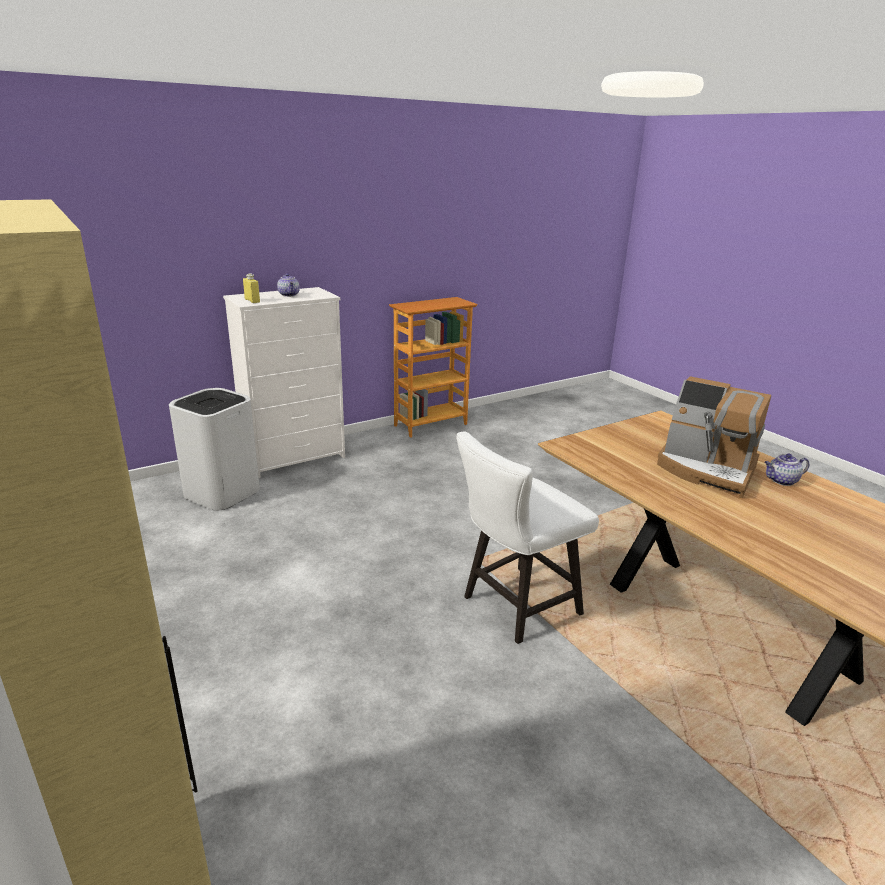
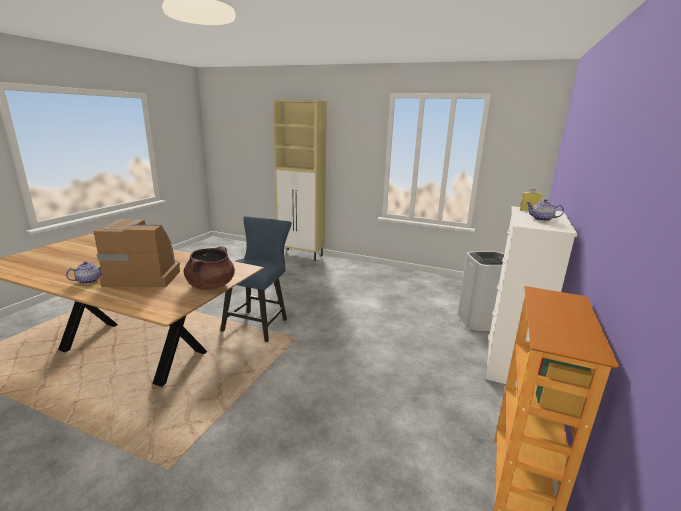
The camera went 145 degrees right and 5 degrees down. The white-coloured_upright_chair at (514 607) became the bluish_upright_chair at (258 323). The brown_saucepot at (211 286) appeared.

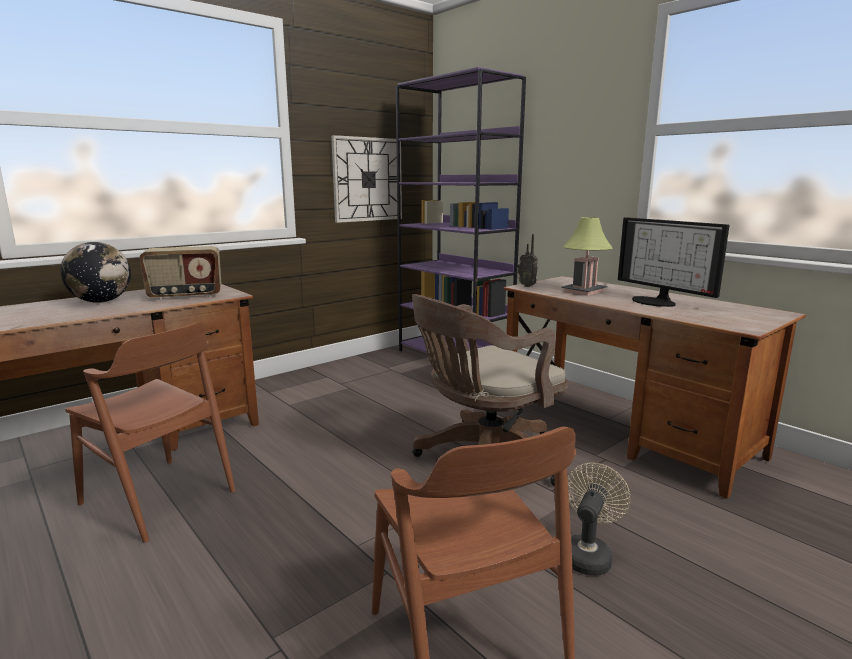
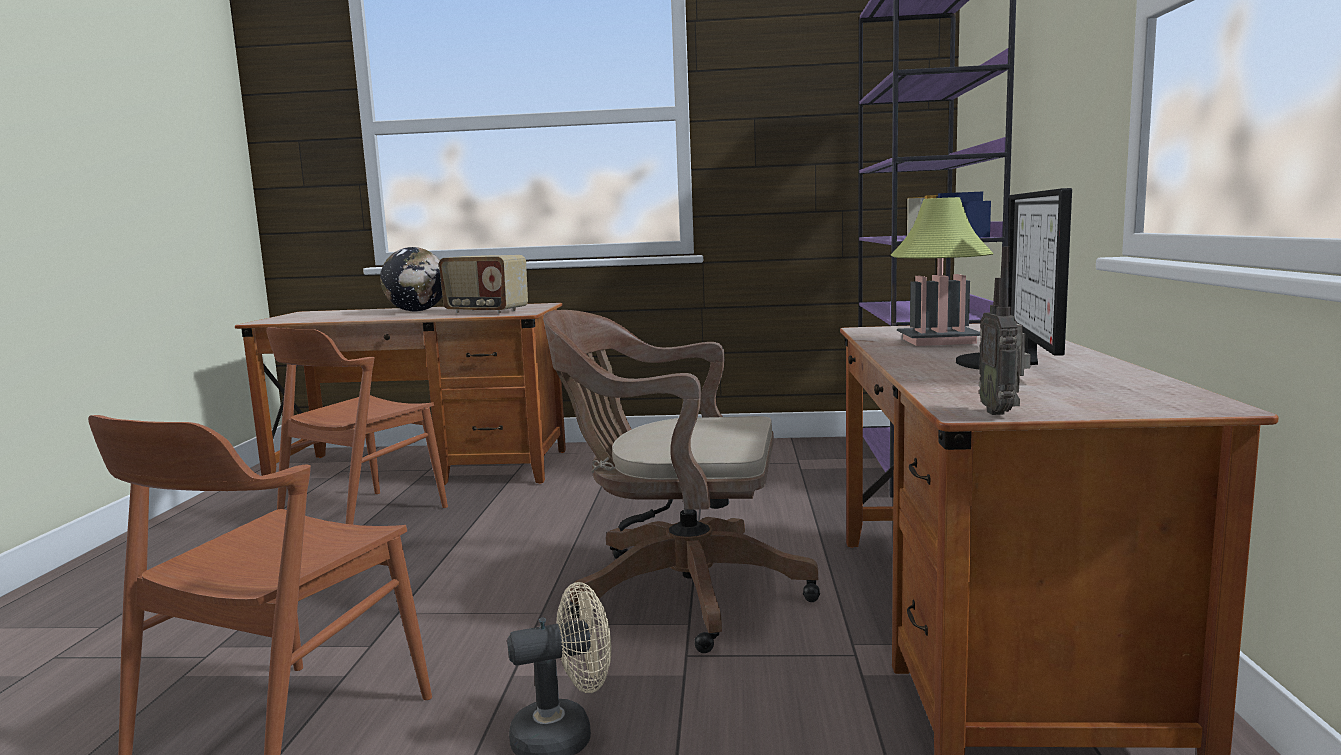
The camera went 45 degrees right and 5 degrees down. The brown_upright_chair at (158 497) turned 45 degrees clockwise. The wall_clock at (367 179) disappeared. The radio_receiver moved from (527 286) to (1002 412).

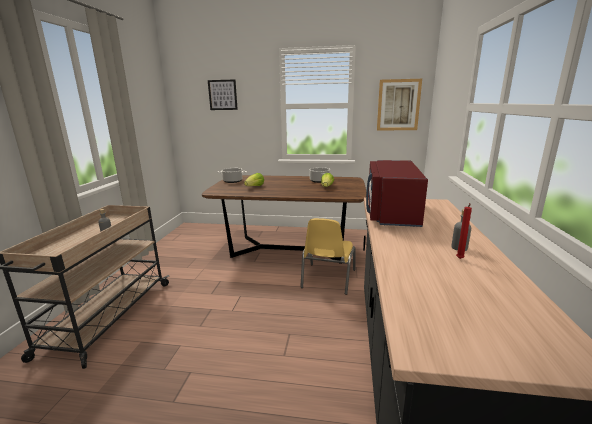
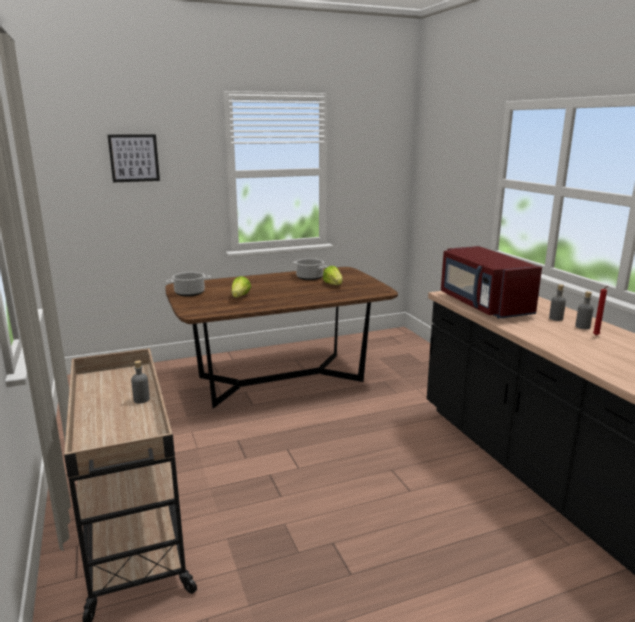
The camera went 30 degrees left and 0 degrees up. The yellowish_upright_chair at (327 279) disappeared. The wall_picture at (398 105) disappeared. The gray_bottle at (556 318) appeared.

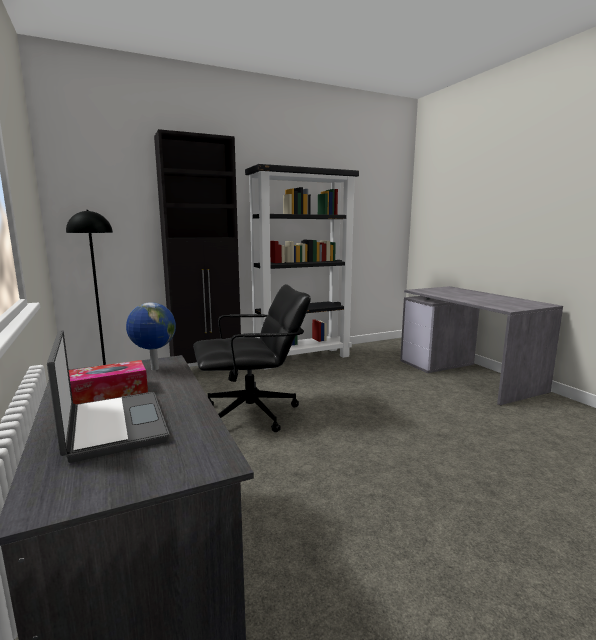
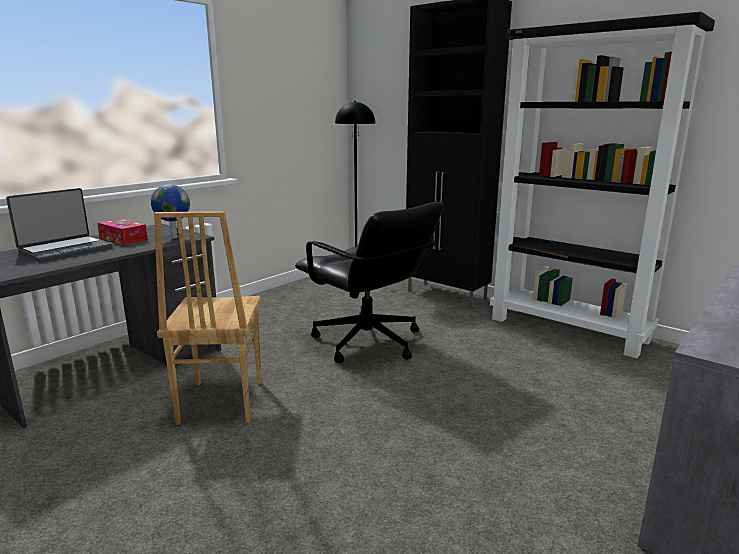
The camera went 65 degrees right and 5 degrees up. The brown_upright_chair at (219 402) appeared.

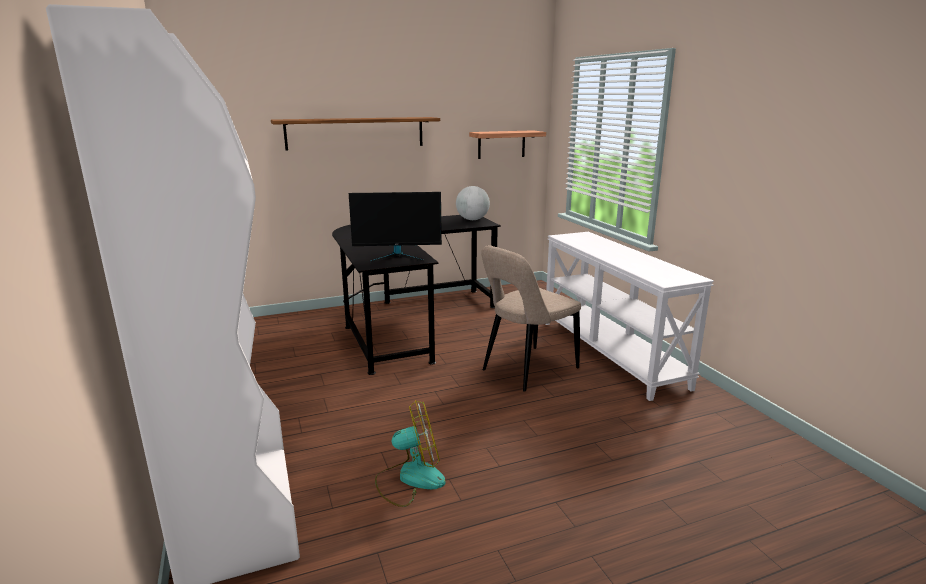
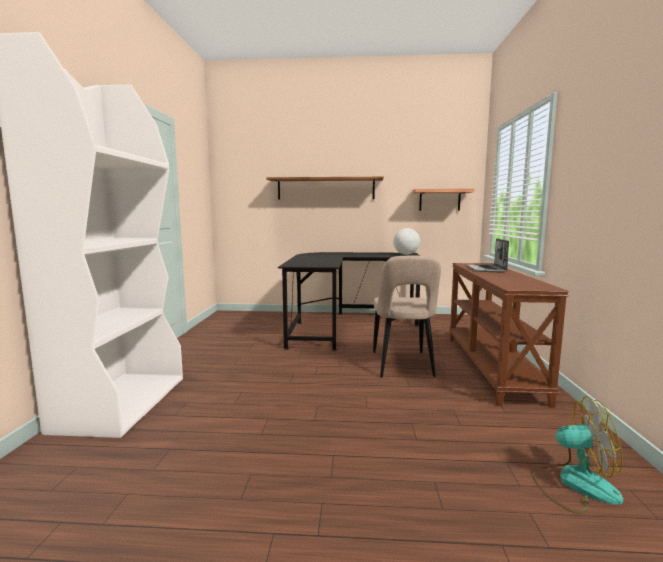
The camera went 25 degrees right and 10 degrees down. The monitor at (397 257) disappeared. The fan moved from (410 479) to (574 484). The beige_upright_chair at (526 370) turned 75 degrees counterclockwise. The white-coloured_hall_table at (611 353) became the brown_hall_table at (492 367). The laptop at (486 269) appeared.

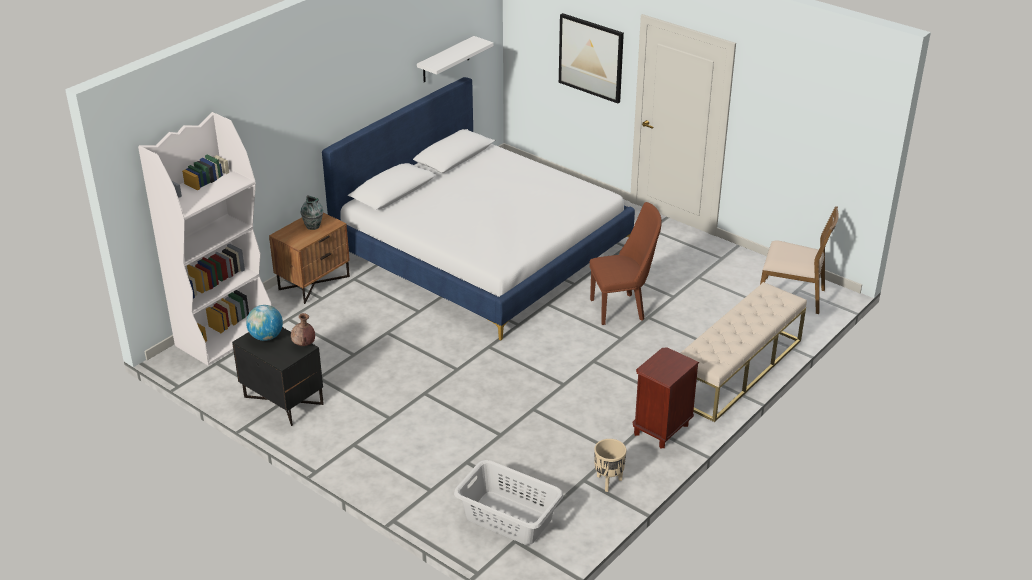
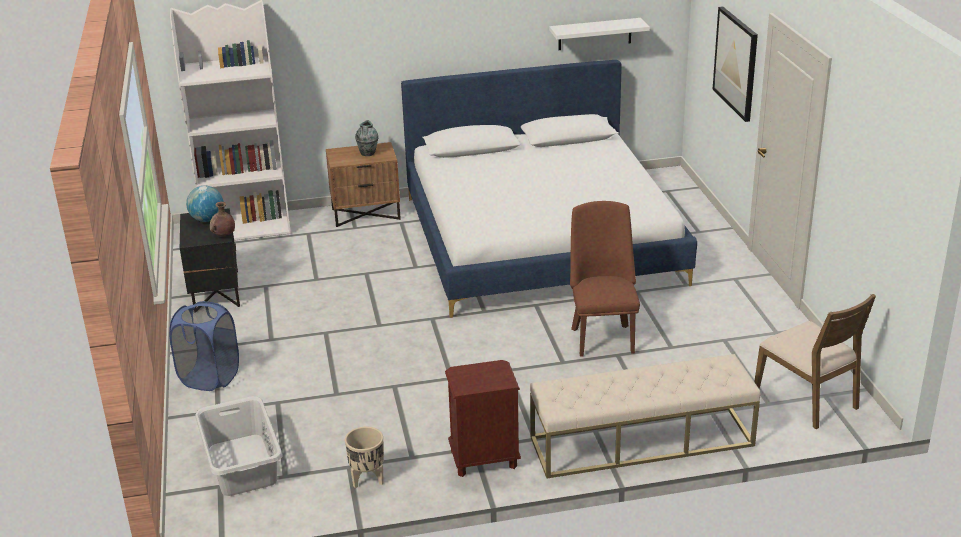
The camera went 40 degrees right and 5 degrees down. The brown_upright_chair at (622 308) turned 120 degrees counterclockwise. The bluish_washing_basket at (209 378) appeared.

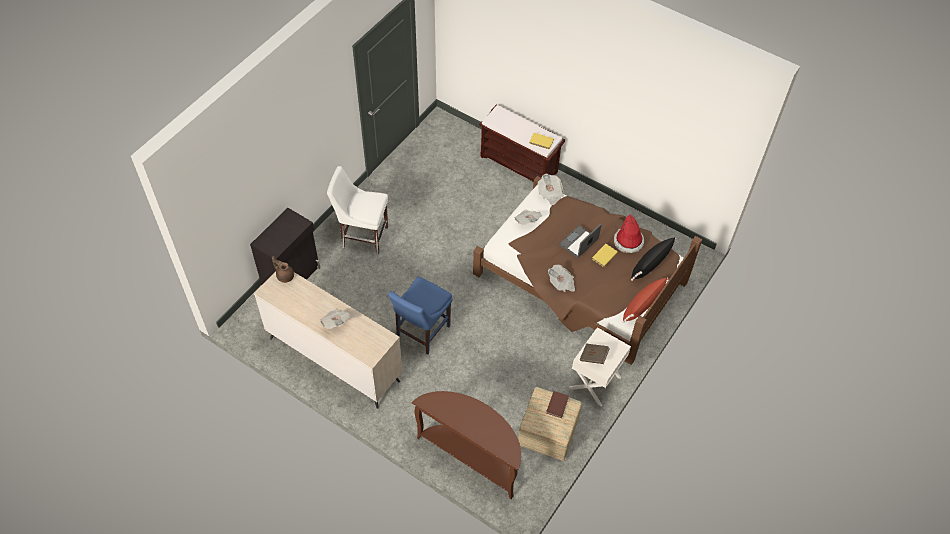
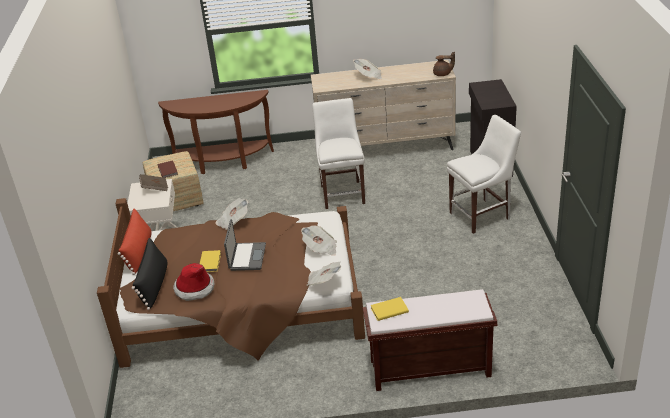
The camera went 145 degrees right and 20 degrees down. The bluish_upright_chair at (421 333) became the white-coloured_upright_chair at (342 193).

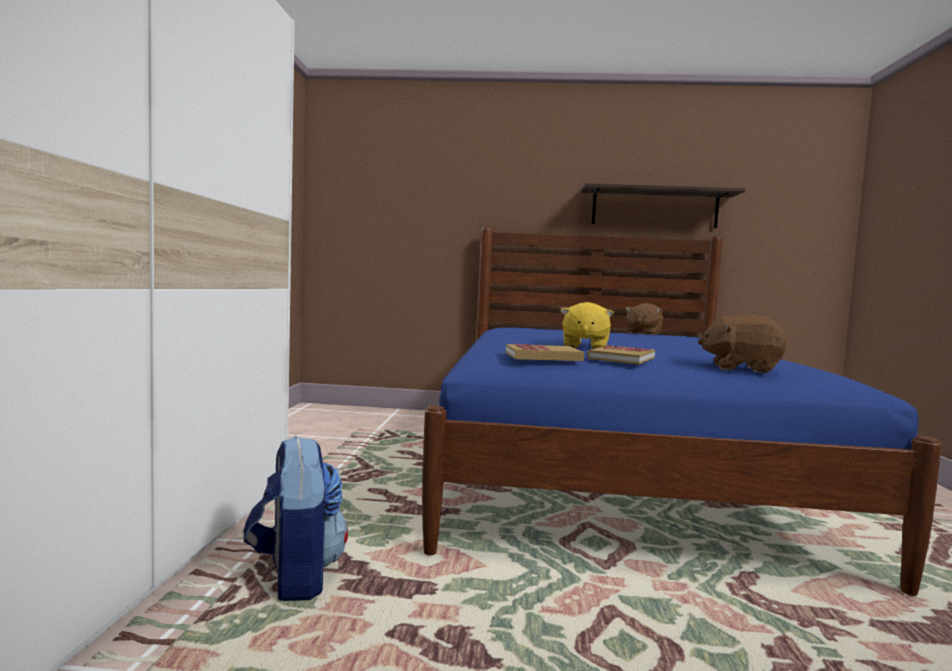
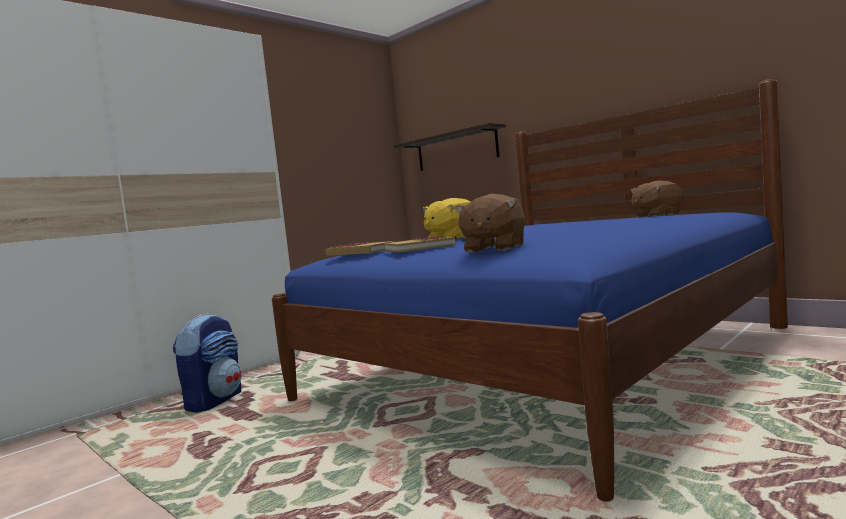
The camera went 40 degrees right and 0 degrees up. The shelf moved from (654 208) to (456 150). The brown_cuddly_toy at (741 369) turned 120 degrees counterclockwise.

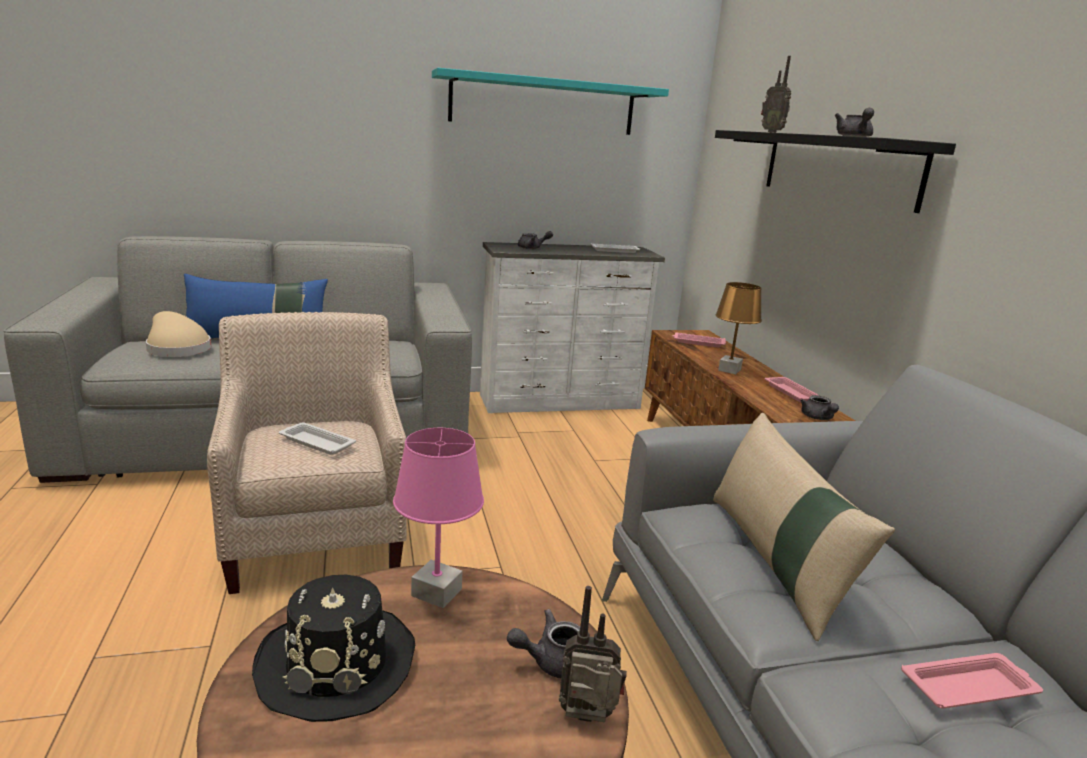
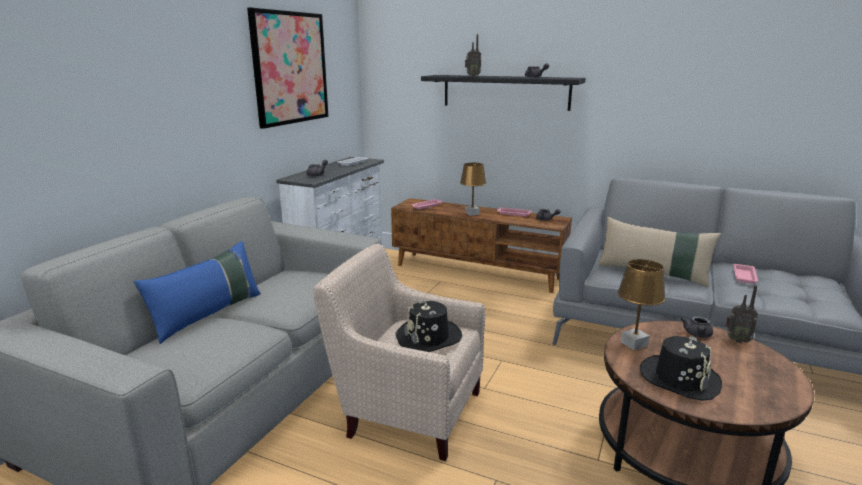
The camera went 50 degrees left and 0 degrees up. The beige_wearable_hat at (176 349) disappeared. The white-coloured_carrying_tray at (316 443) was replaced by the blackish_wearable_hat at (429 337). The pink_lamp_for_a_table at (437 592) became the brown_lamp_for_a_table at (634 343). The turquoise_shelf at (543 104) was replaced by the wall_picture at (290 68). The radio_receiver at (588 723) turned 105 degrees counterclockwise.

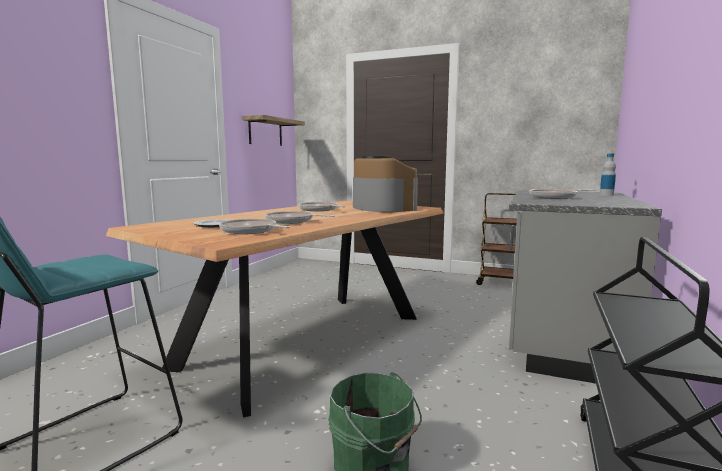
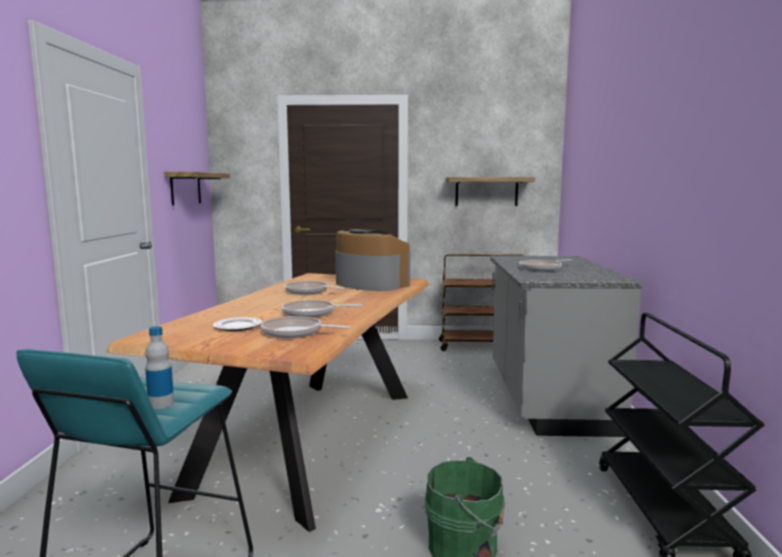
The camera went 20 degrees left and 0 degrees up. The bottle moved from (606 195) to (161 404). The shelf at (486 191) appeared.

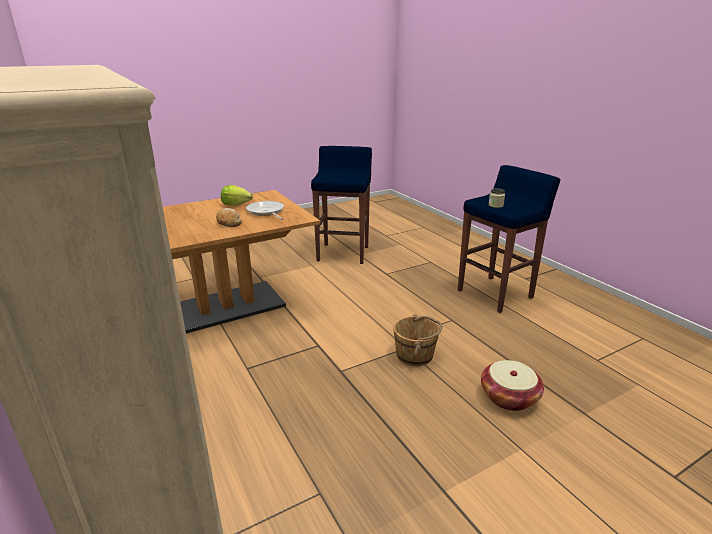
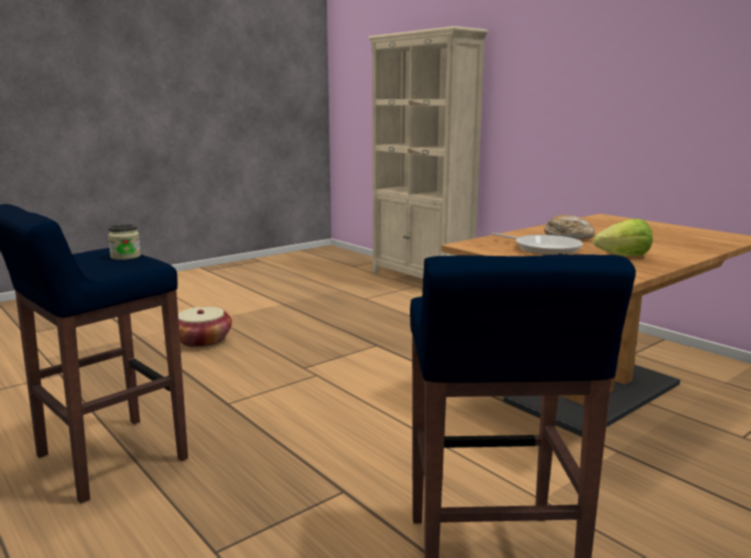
The camera went 170 degrees right and 10 degrees down. The brown_water_bucket at (415 355) disappeared.

